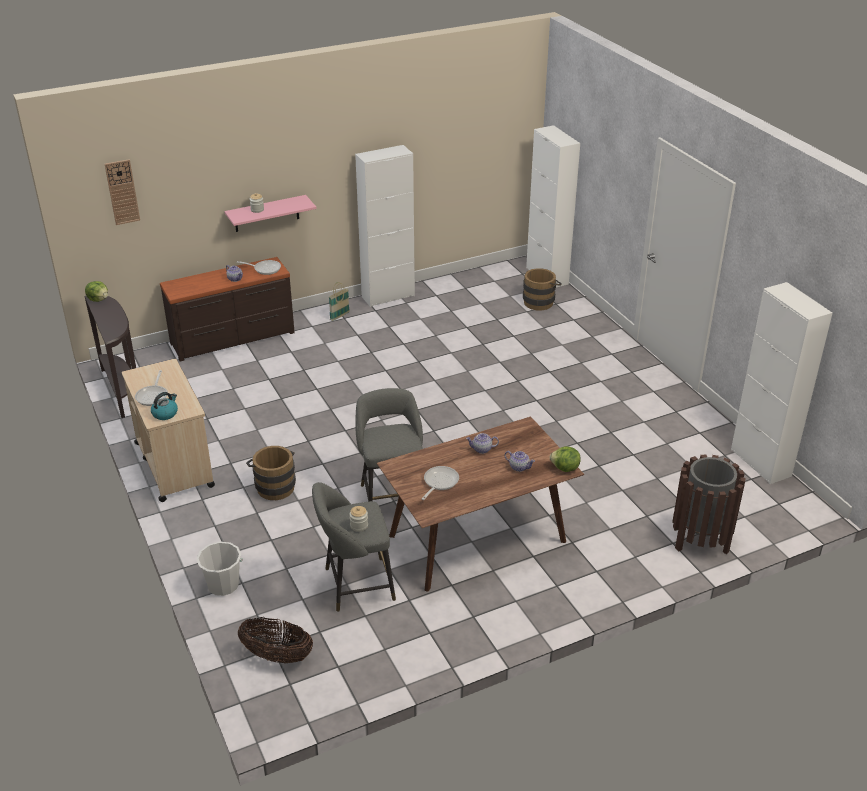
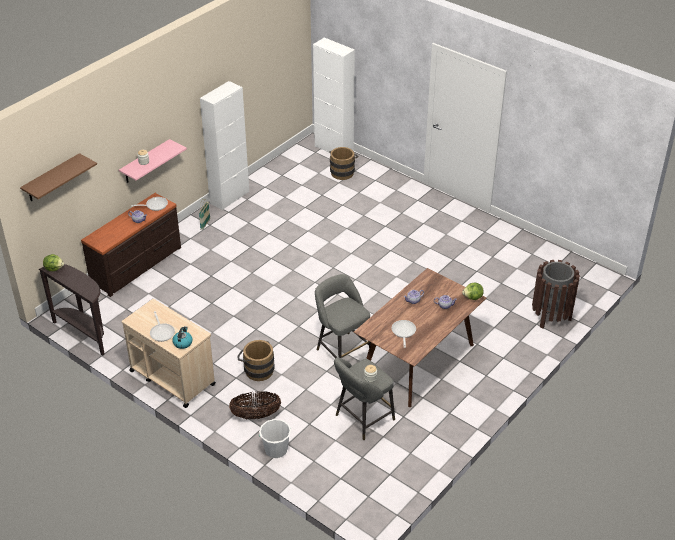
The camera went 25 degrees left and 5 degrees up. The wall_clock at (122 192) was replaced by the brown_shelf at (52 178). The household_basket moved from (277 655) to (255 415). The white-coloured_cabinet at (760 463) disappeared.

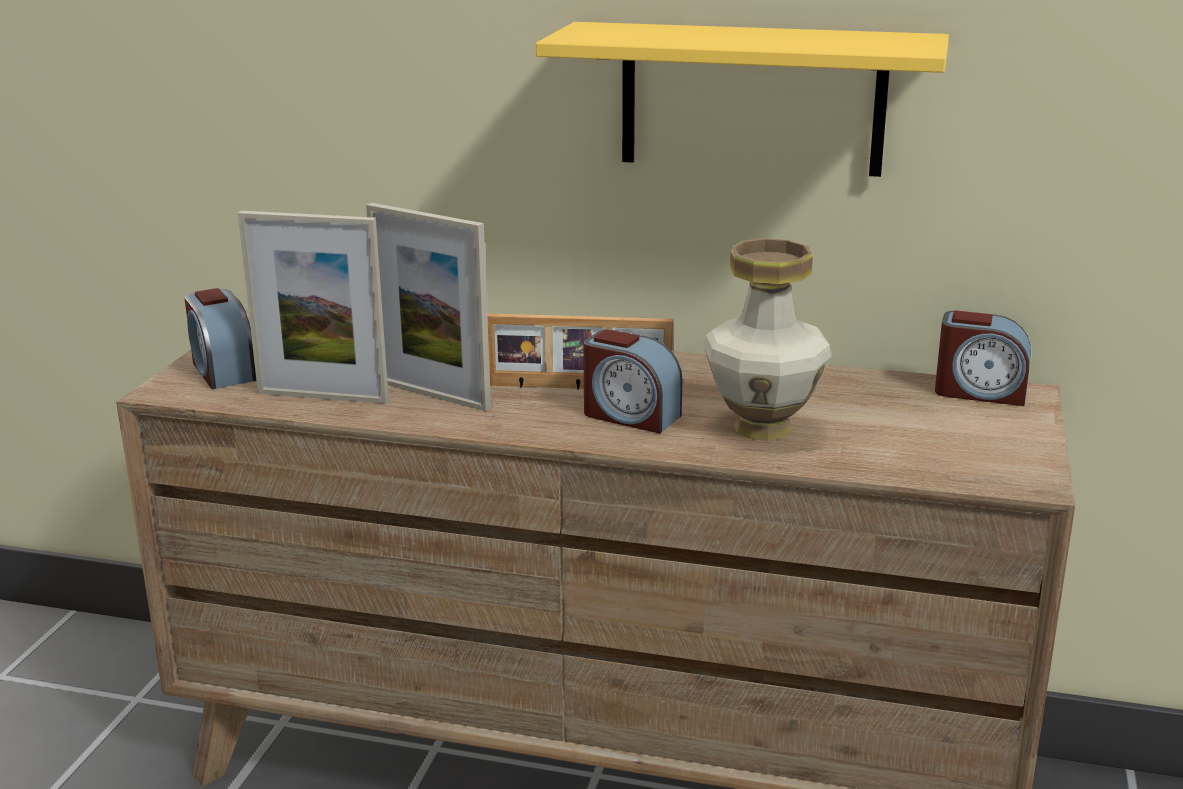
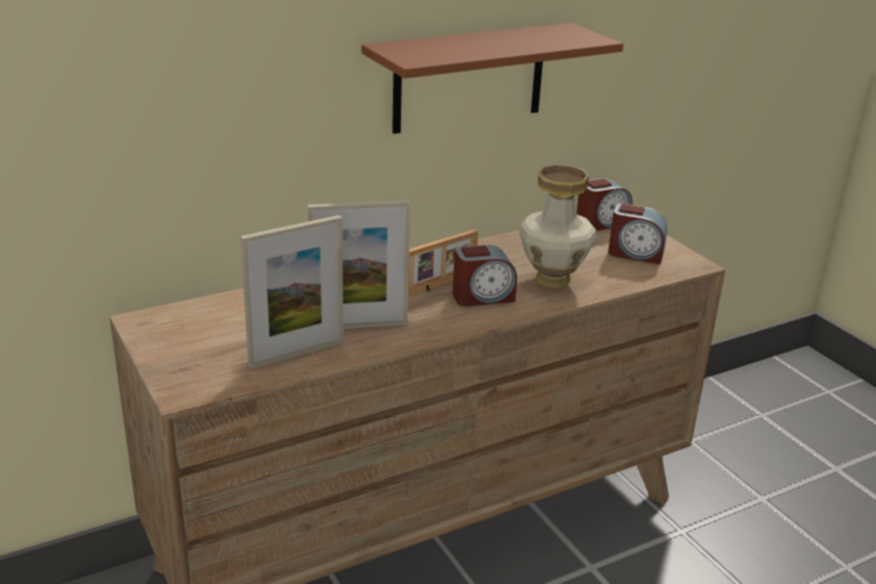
The camera went 45 degrees left and 5 degrees up. The alarm_clock moved from (223 370) to (635 254). The yellowish_shelf at (752 99) became the brown_shelf at (469 78).

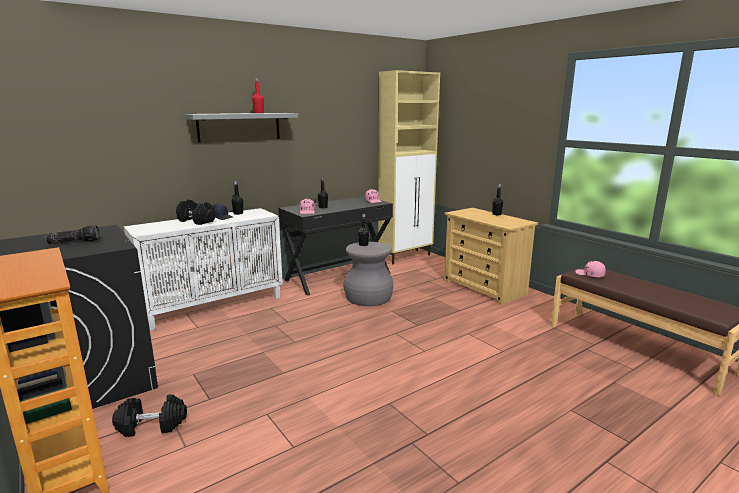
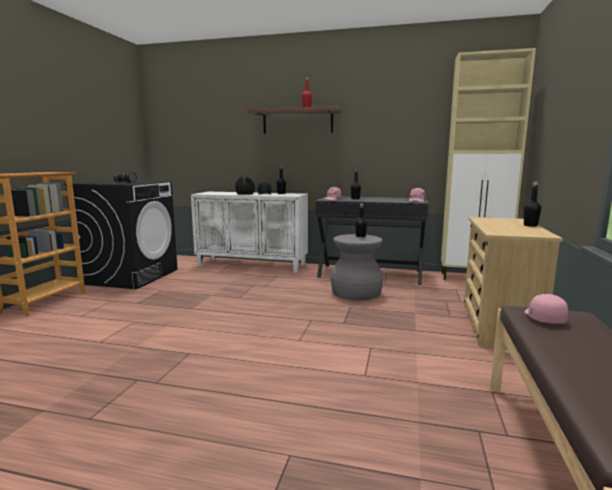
The camera went 50 degrees right and 5 degrees down. The blackish_free_weight at (152 425) disappeared. The gray_shelf at (239 127) became the brown_shelf at (297 121).

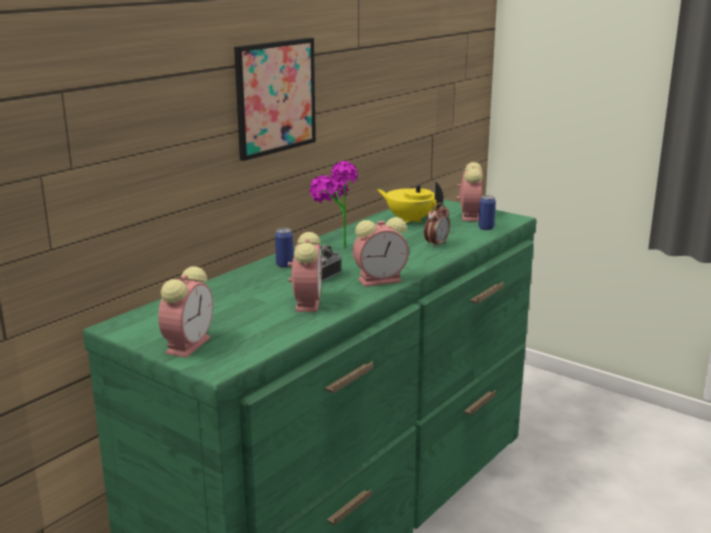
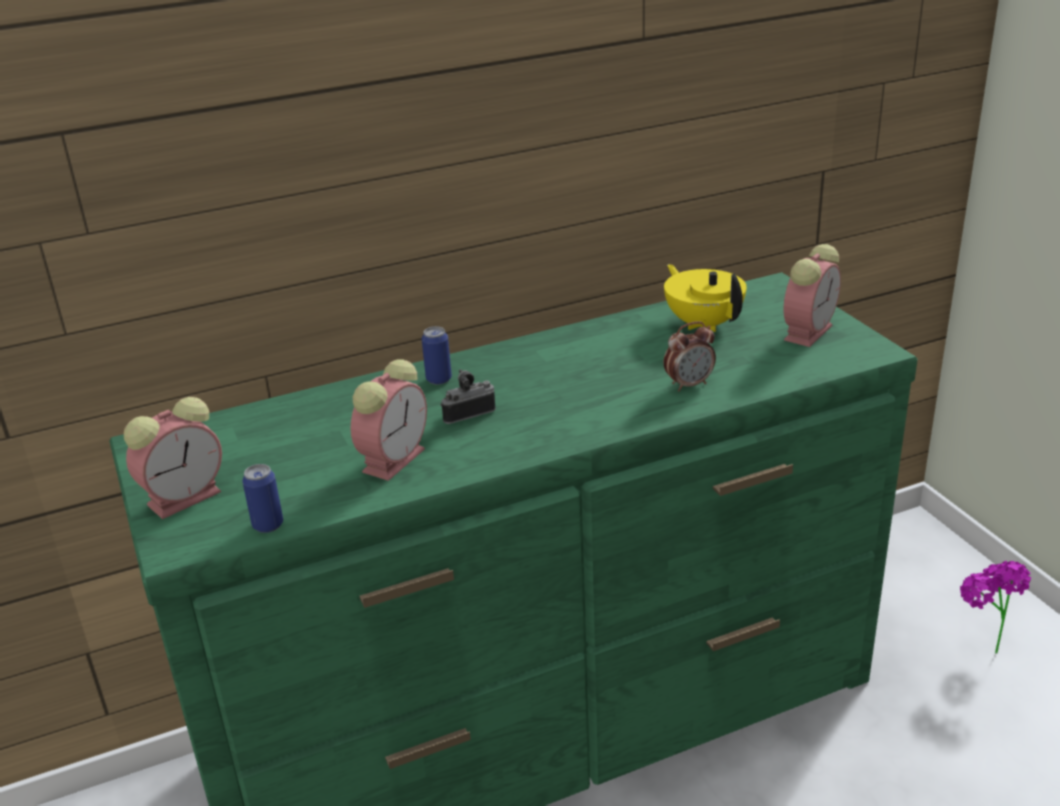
The camera went 30 degrees right and 10 degrees up. The wall_picture at (275 97) disappeared. The houseplant moved from (333 247) to (981 647). The alarm_clock at (381 280) disappeared. The can moved from (486 228) to (268 525).

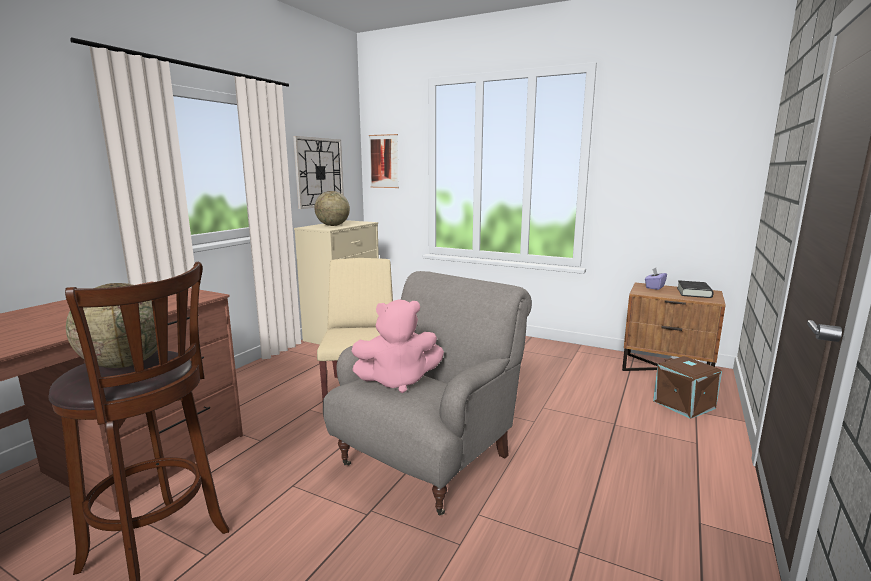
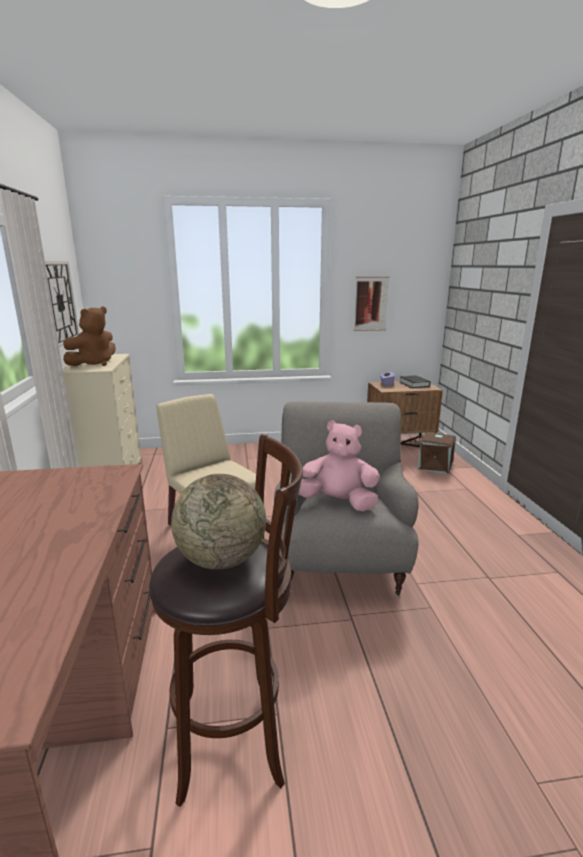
The camera went 35 degrees left and 5 degrees up. The world_globe at (333 225) was replaced by the brown_cuddly_toy at (94 364). The pink_cuddly_toy at (398 381) turned 120 degrees counterclockwise. The wall_picture moved from (384 161) to (371 304).

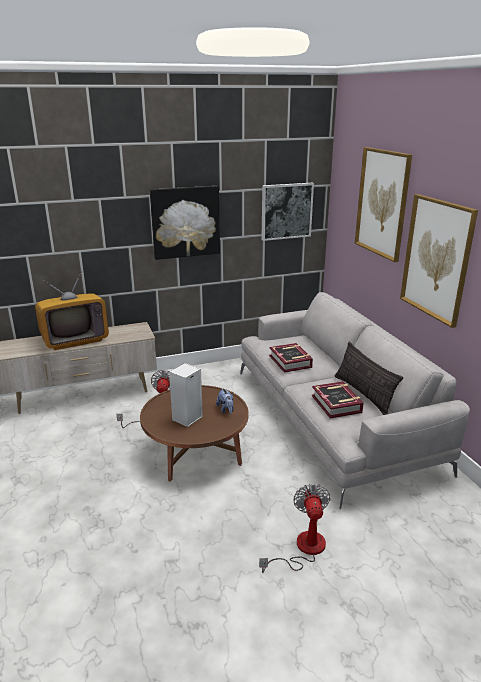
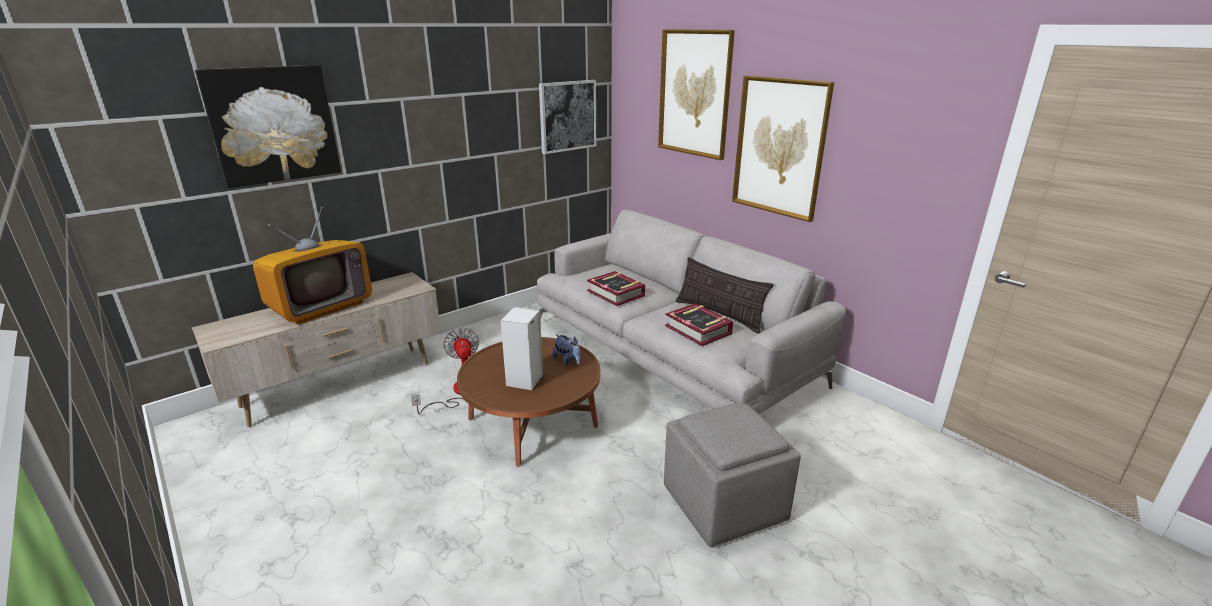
The camera went 20 degrees left and 0 degrees up. The wall_picture moved from (185 222) to (273 125). The fan at (303 549) was replaced by the gray_footrest at (723 505).

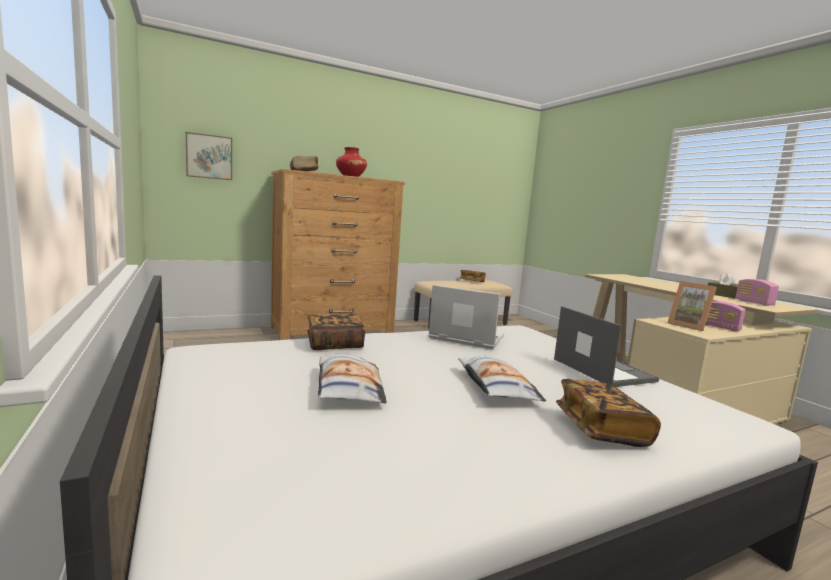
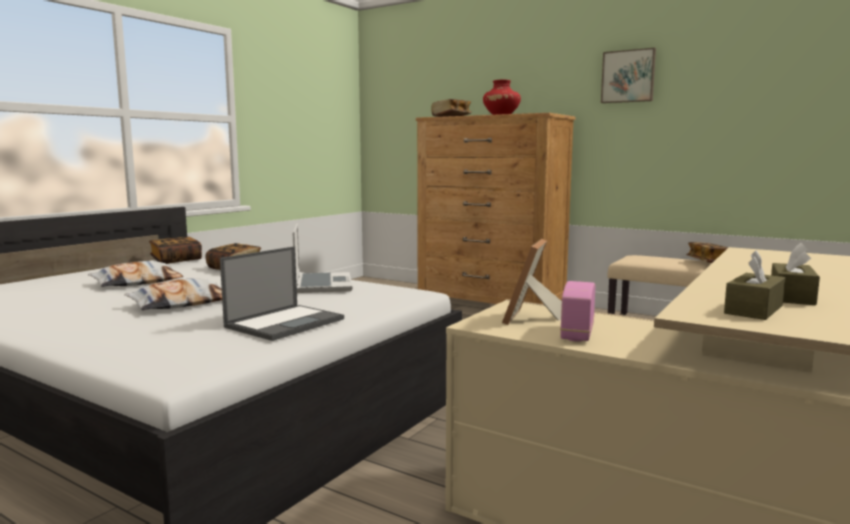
The camera went 60 degrees right and 0 degrees up. The wall_picture moved from (209 157) to (628 76). The book moved from (601 429) to (176 260). The radio_receiver at (754 303) was replaced by the brown_tissue_holder at (753 310).

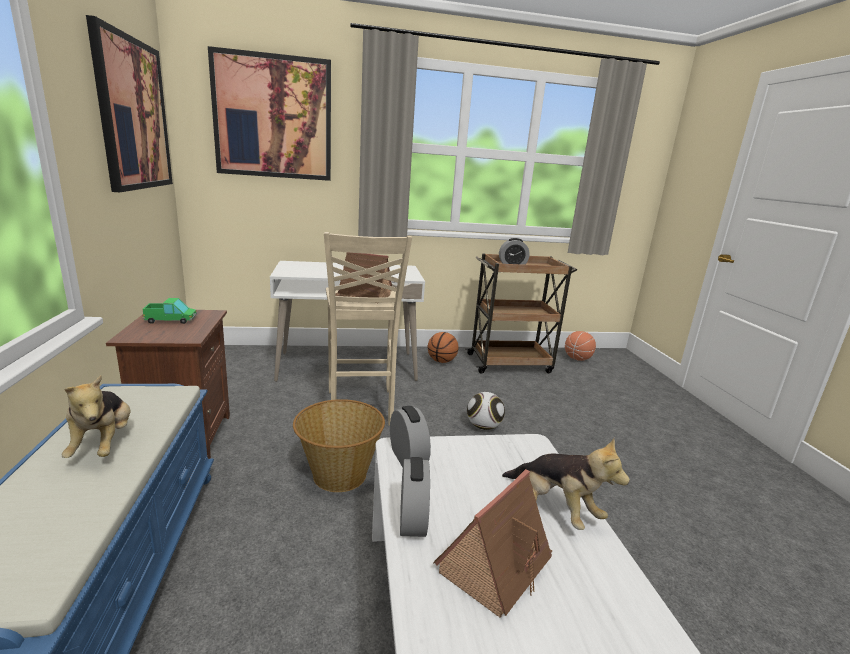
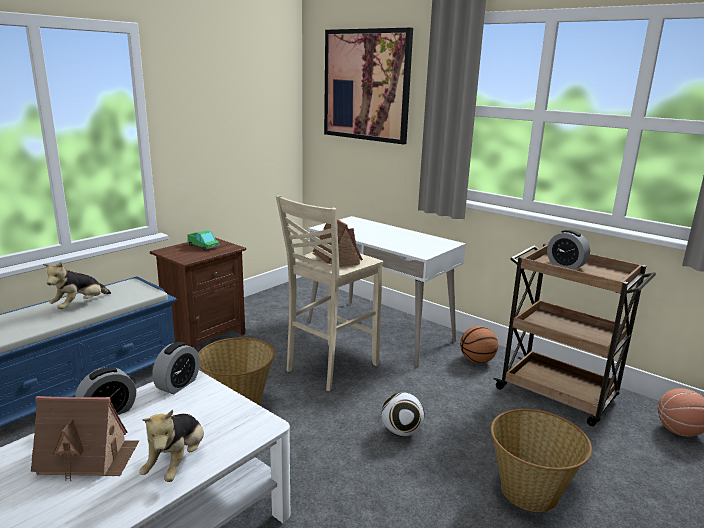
The camera went 50 degrees right and 0 degrees up. The wall_picture at (133 115) disappeared. The household_basket at (530 491) appeared.

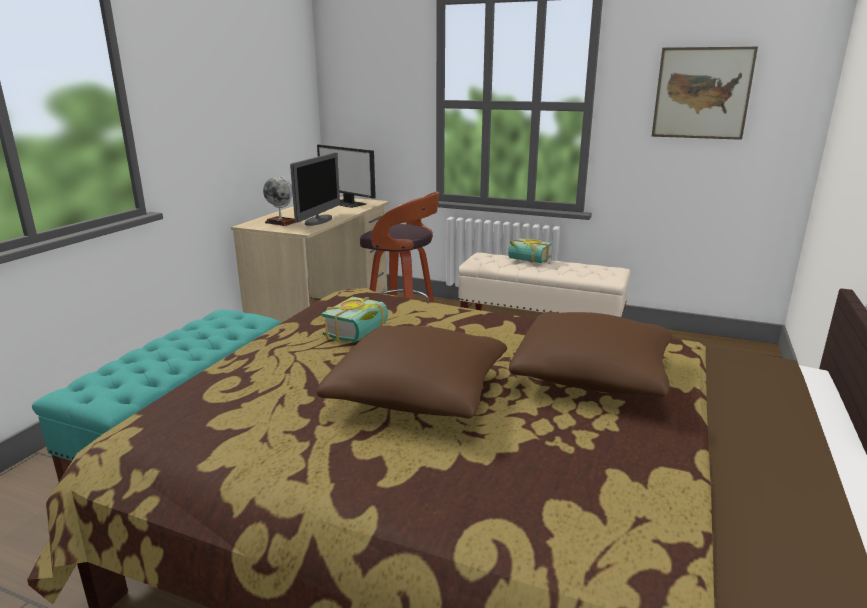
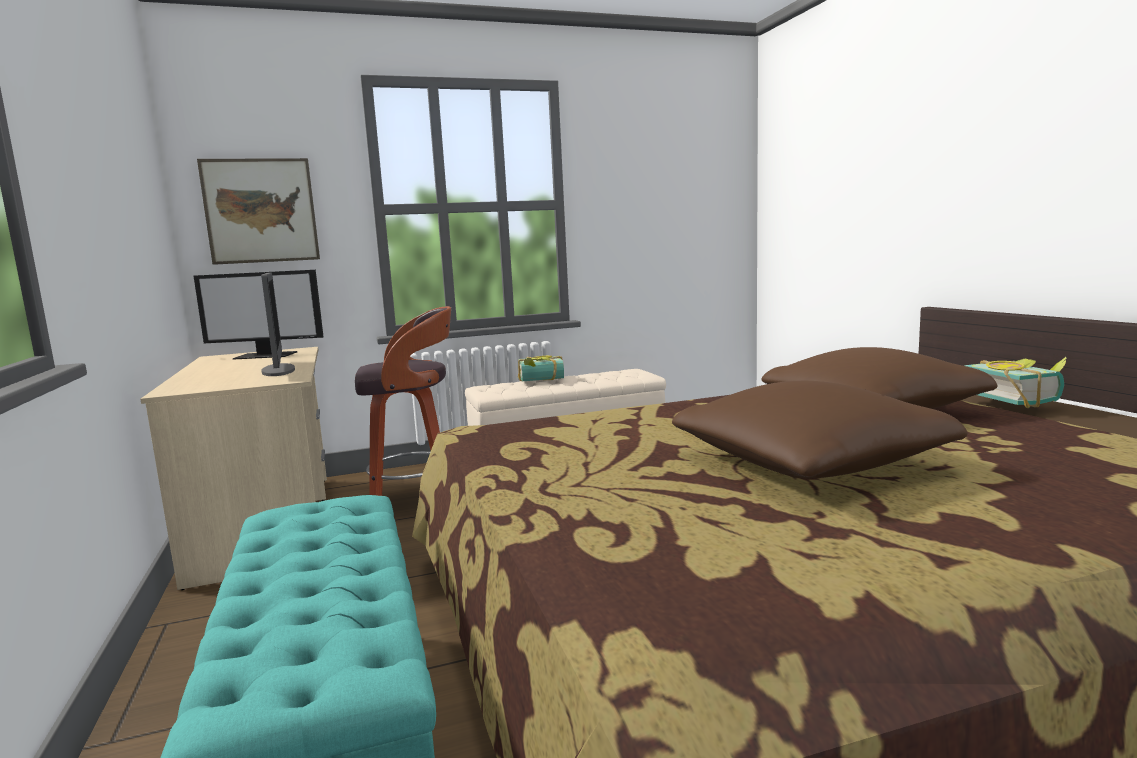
The camera went 40 degrees left and 10 degrees down. The world_globe at (281 222) disappeared. The book moved from (361 334) to (1017 399). The wall_picture moved from (702 93) to (261 211).

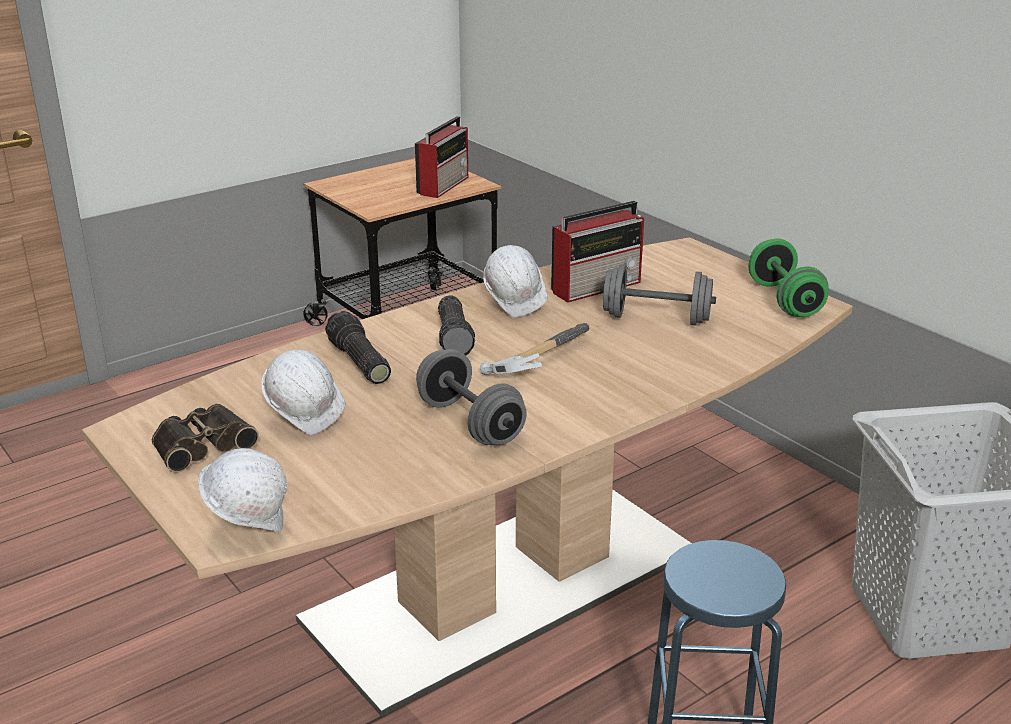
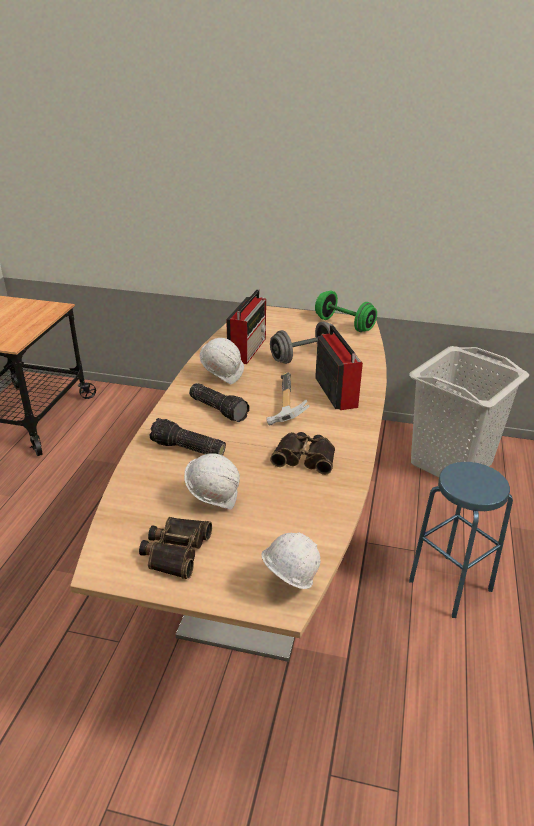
The camera went 40 degrees left and 5 degrees up. The radio_receiver moved from (444 185) to (336 391). The gray_free_weight at (470 423) was replaced by the pair_of_binoculars at (305 457).

